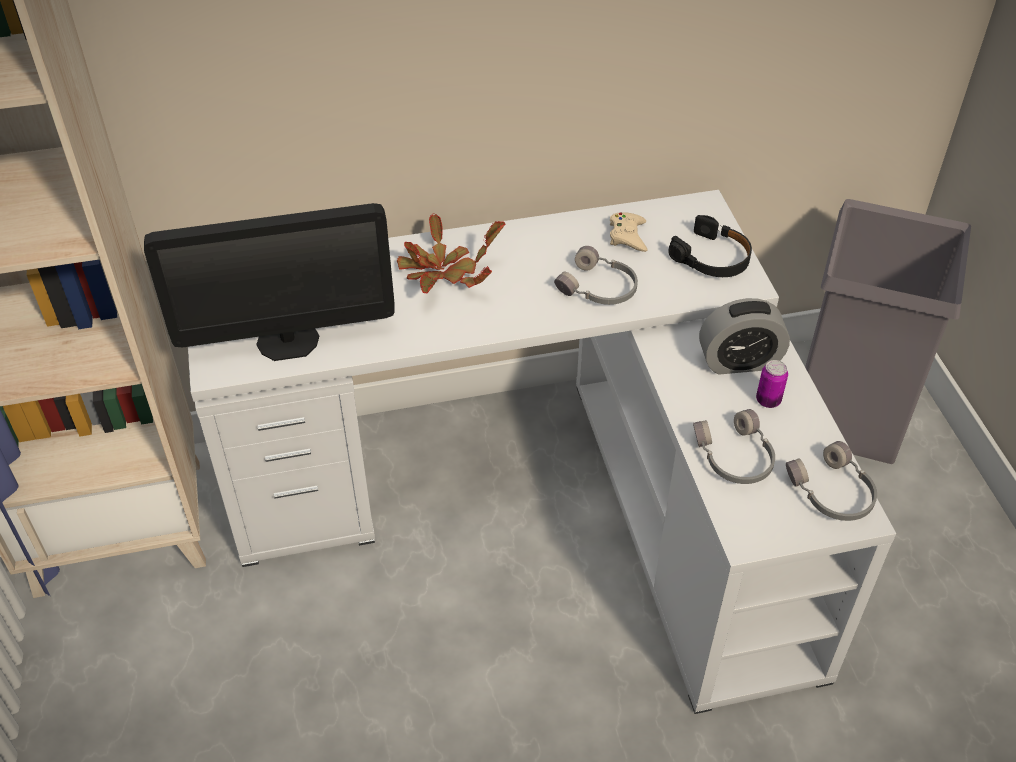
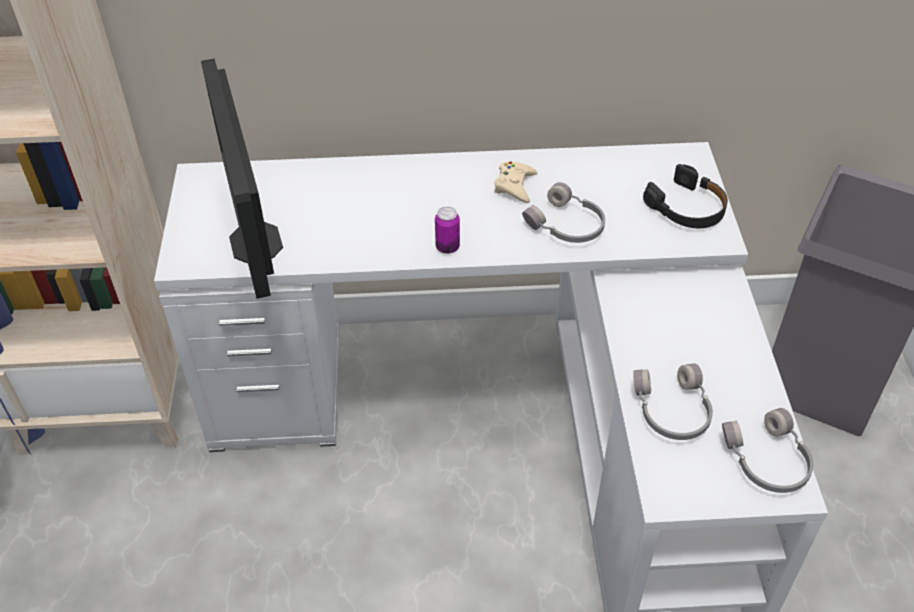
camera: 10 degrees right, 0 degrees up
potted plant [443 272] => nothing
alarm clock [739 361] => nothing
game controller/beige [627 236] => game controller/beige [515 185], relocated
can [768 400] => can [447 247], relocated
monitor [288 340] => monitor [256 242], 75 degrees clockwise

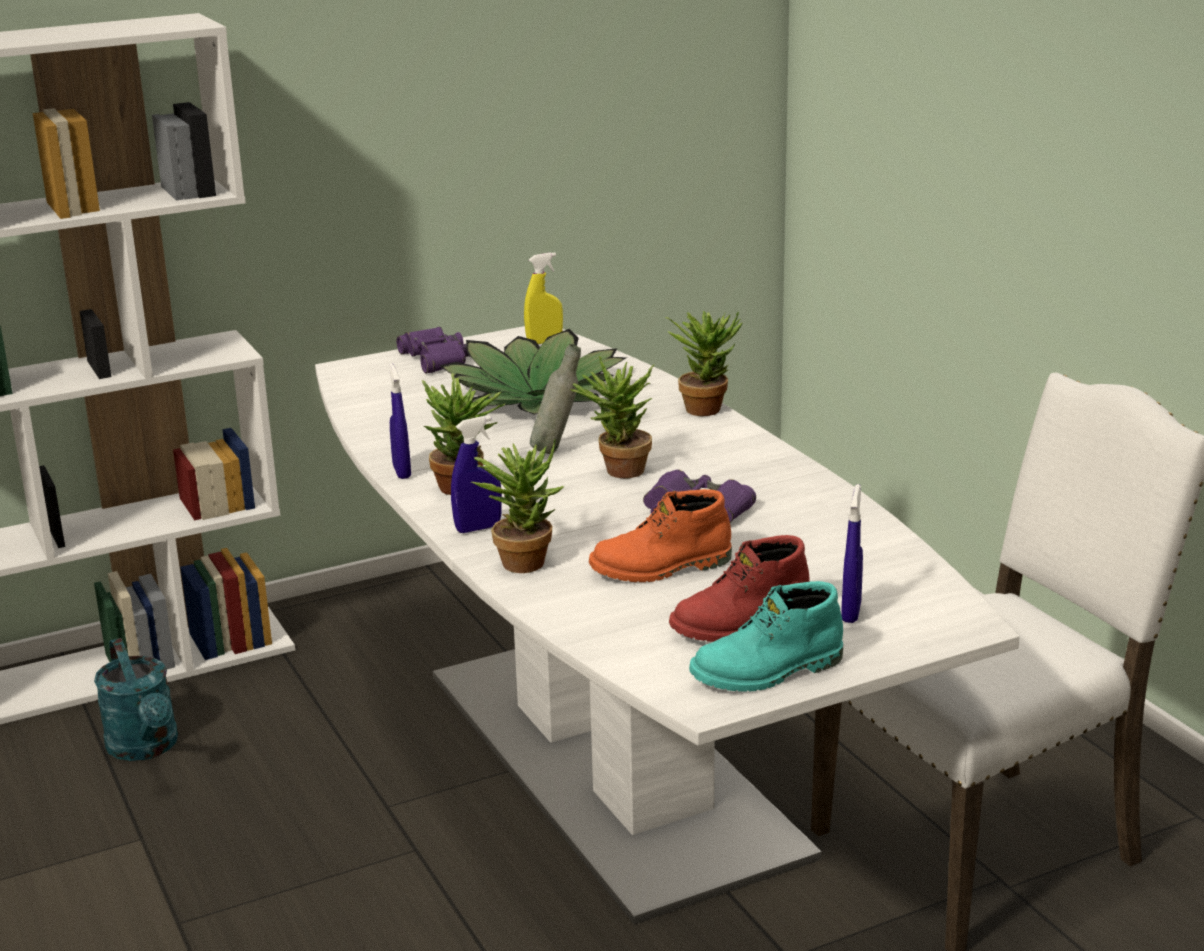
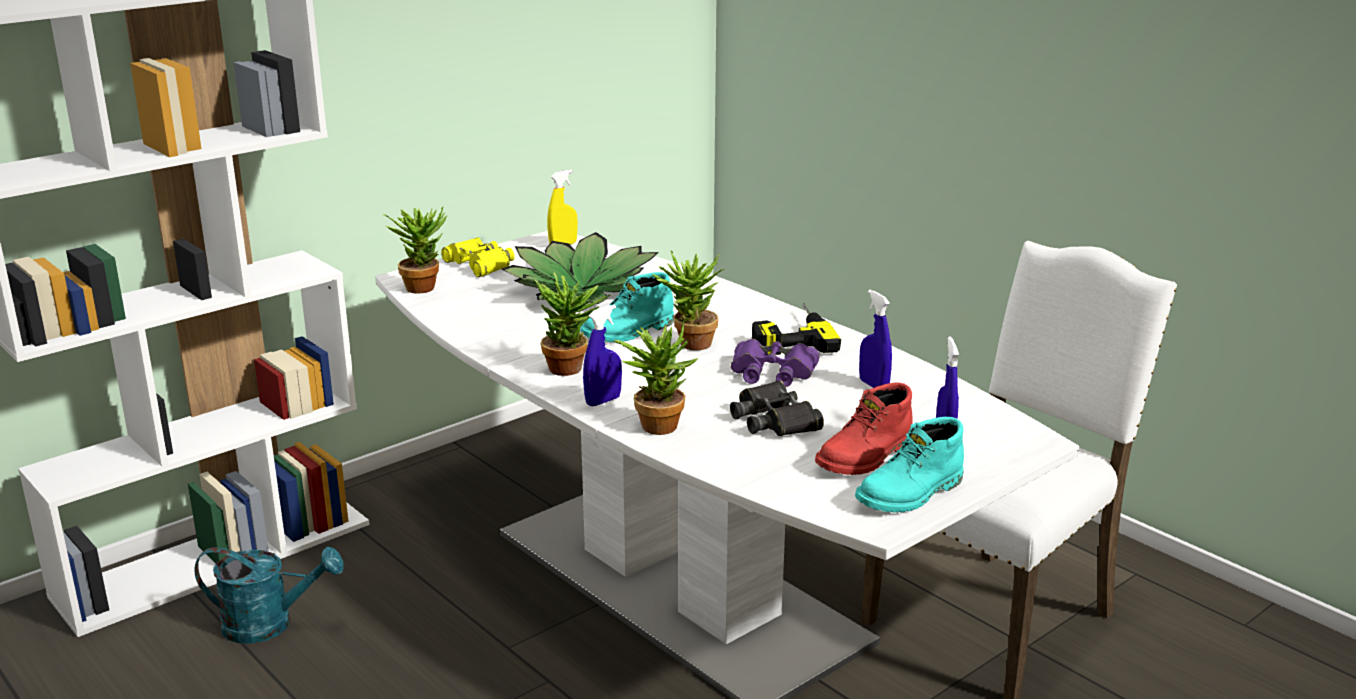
camera: 15 degrees left, 0 degrees up
nothing => power drill [789 336]
spray bottle/blue [402 472] => spray bottle/blue [873 385], relocated
potted plant [706 407] => potted plant [423 286], relocated
bottle/grey [557 450] => boot/turquoise [629 332]
boot/orange [661 568] => binoculars/black [774 420]
binoculars/purple [436 359] => binoculars/yellow [480 264]
watering can/turquoise [146 748] => watering can/turquoise [270 624], 45 degrees counterclockwise

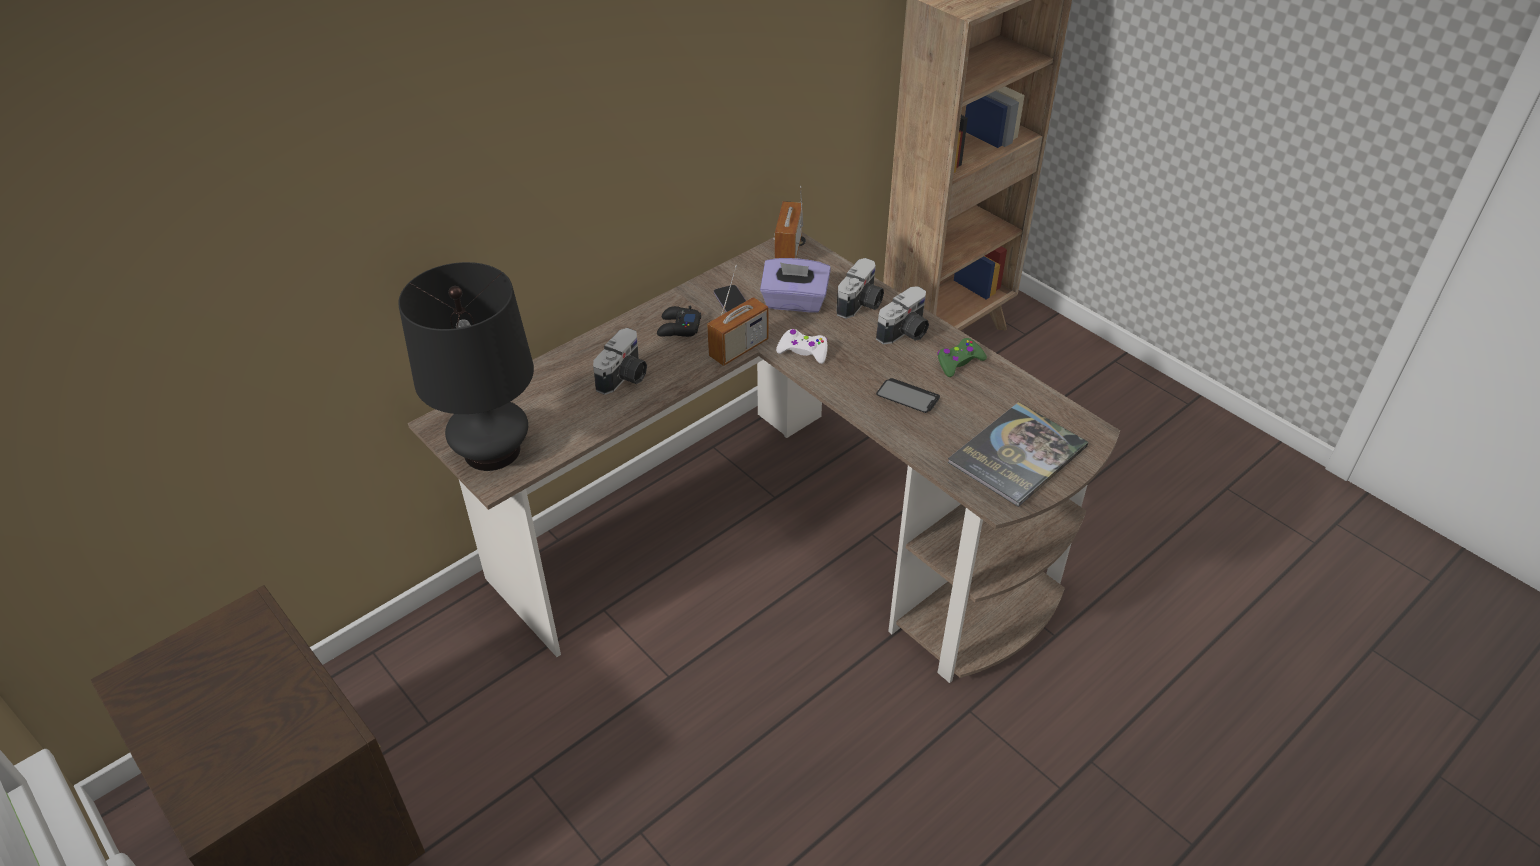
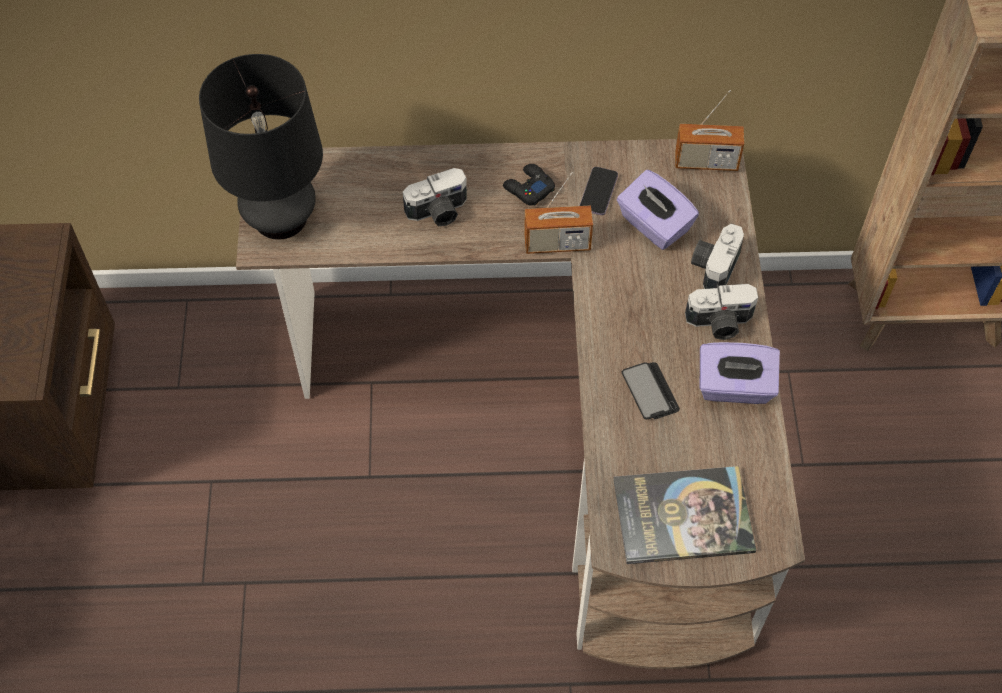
camera: 40 degrees right, 15 degrees up
game controller/white [803 351] => nothing
game controller/green [959 362] => tissue box/purple [734 387]
radio [788 250] => radio [706 162], 135 degrees counterclockwise
photo camera [862 304] => photo camera [712 266], 135 degrees clockwise

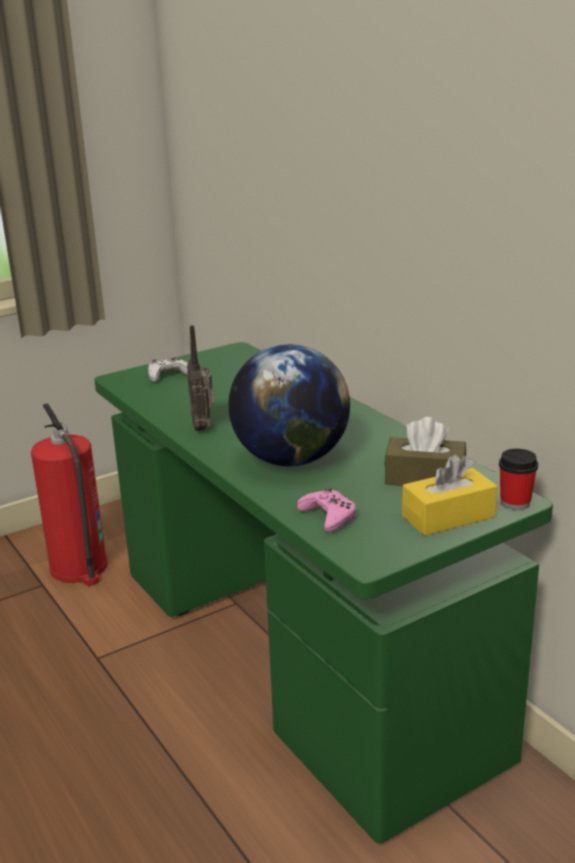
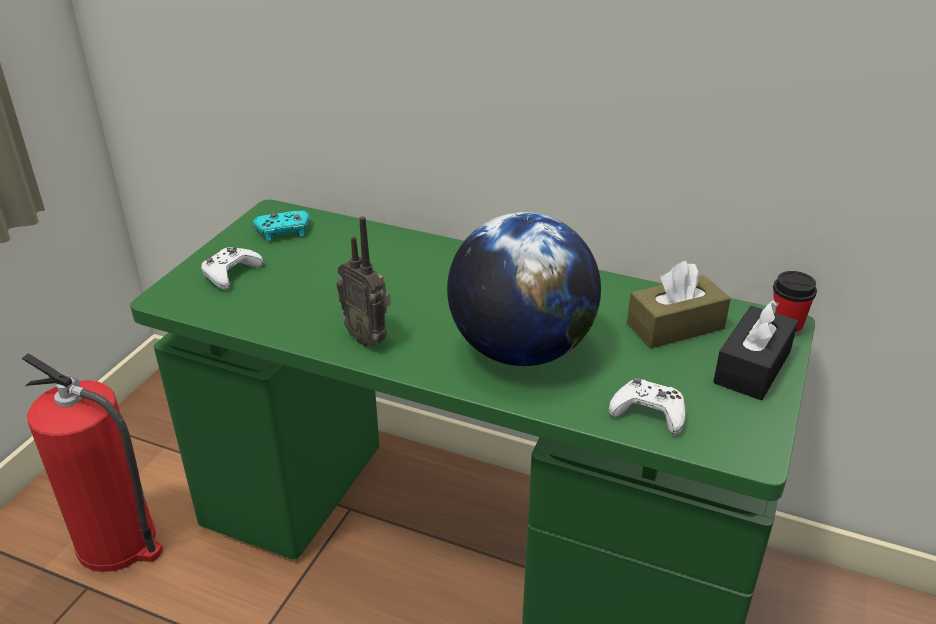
camera: 35 degrees left, 10 degrees up
nothing => game controller/turquoise [283 231]
game controller/pink [328 516] => game controller/white [649 412]
tissue box/yellow [448 516] => tissue box/black [752 367]

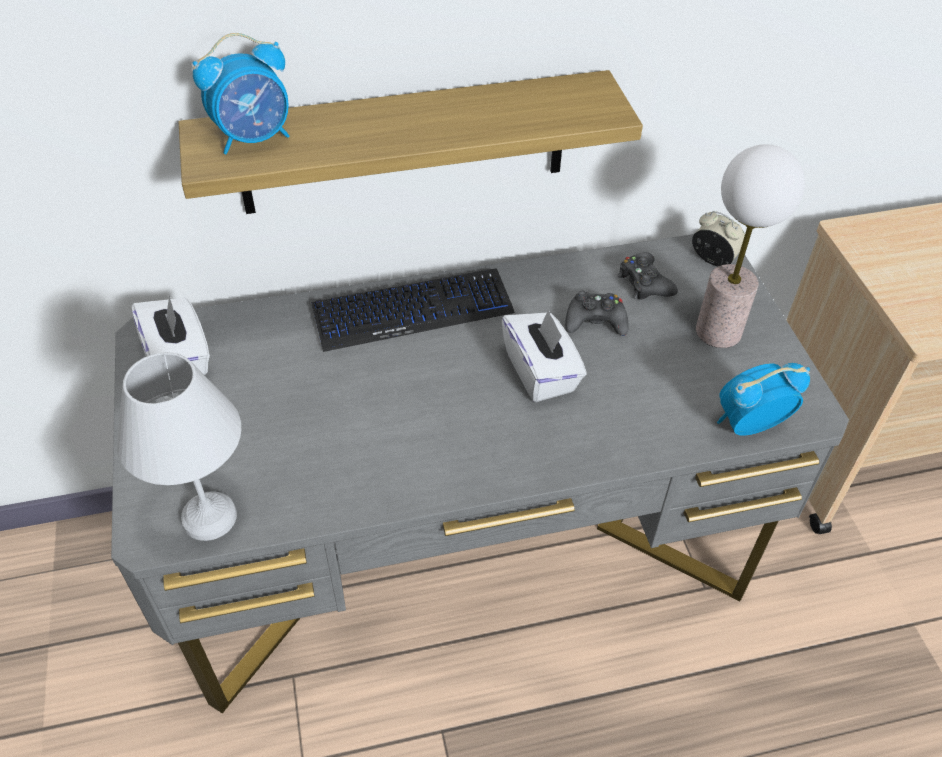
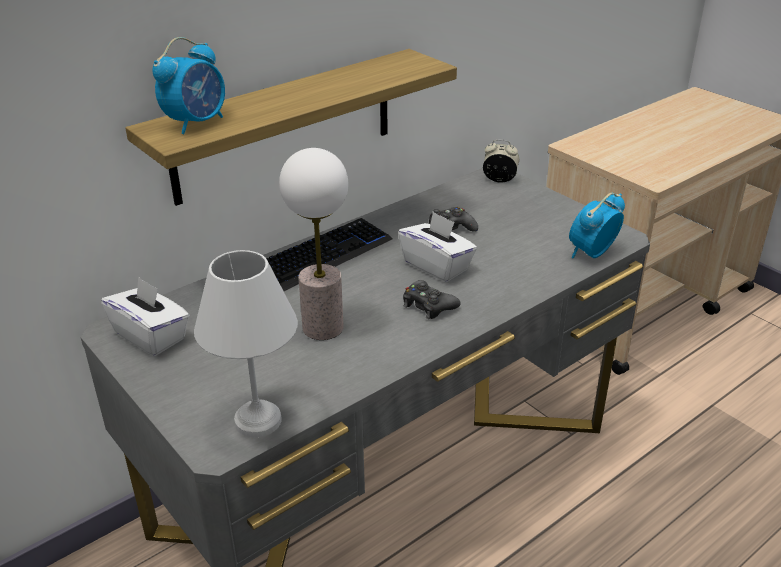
camera: 25 degrees left, 15 degrees down
game controller/black [644 283] => game controller/black [428 306], relocated
table lamp [717 331] => table lamp [322 327], relocated

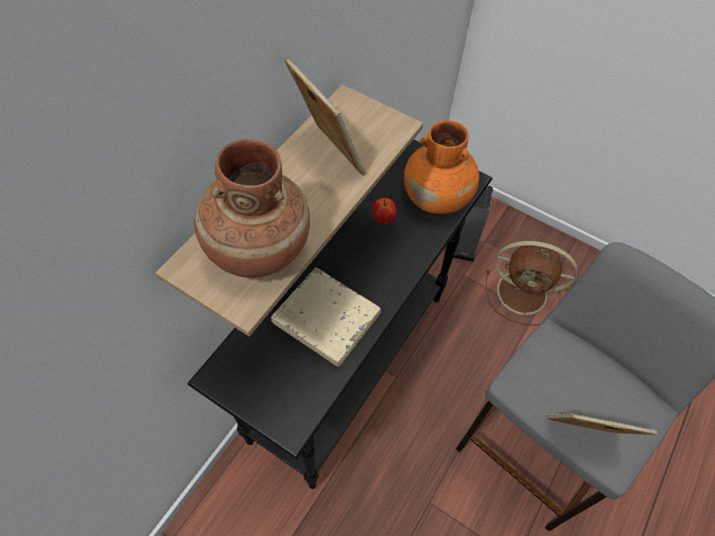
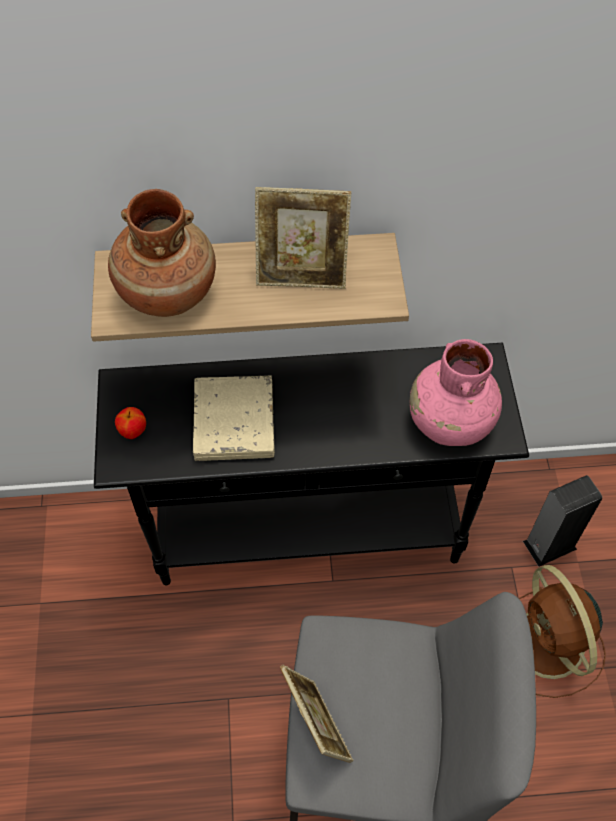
camera: 55 degrees right, 0 degrees up
apple [383 220] => apple [133 432], relocated
vase/orange [437 198] => vase/pink [449 422]
picture frame [327 154] => picture frame [302 274], 75 degrees clockwise

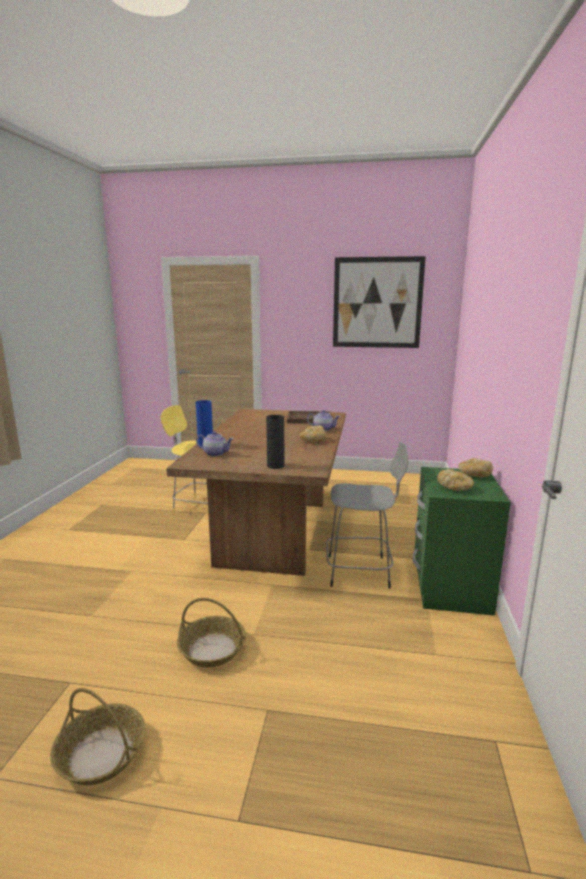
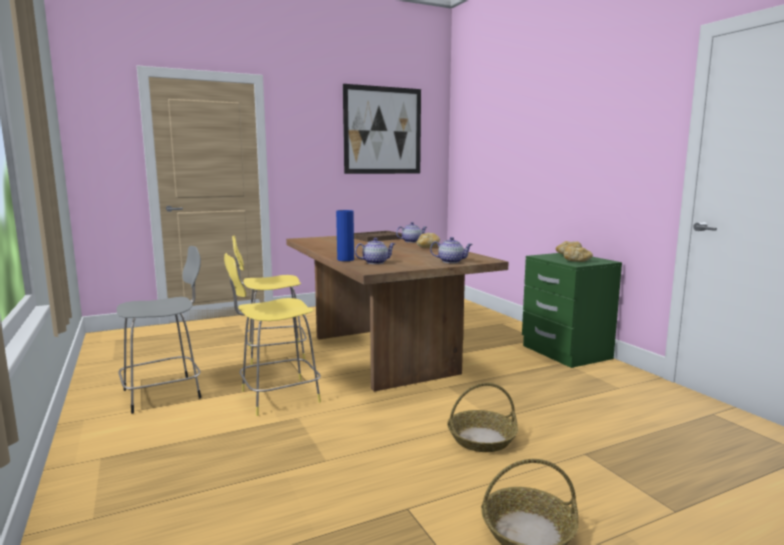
camera: 35 degrees left, 5 degrees down
nothing => stool/yellow [276 397]
stool/grey [361 571] => stool/grey [165 393], relocated
vase/black [275 466] => teapot [451 261]

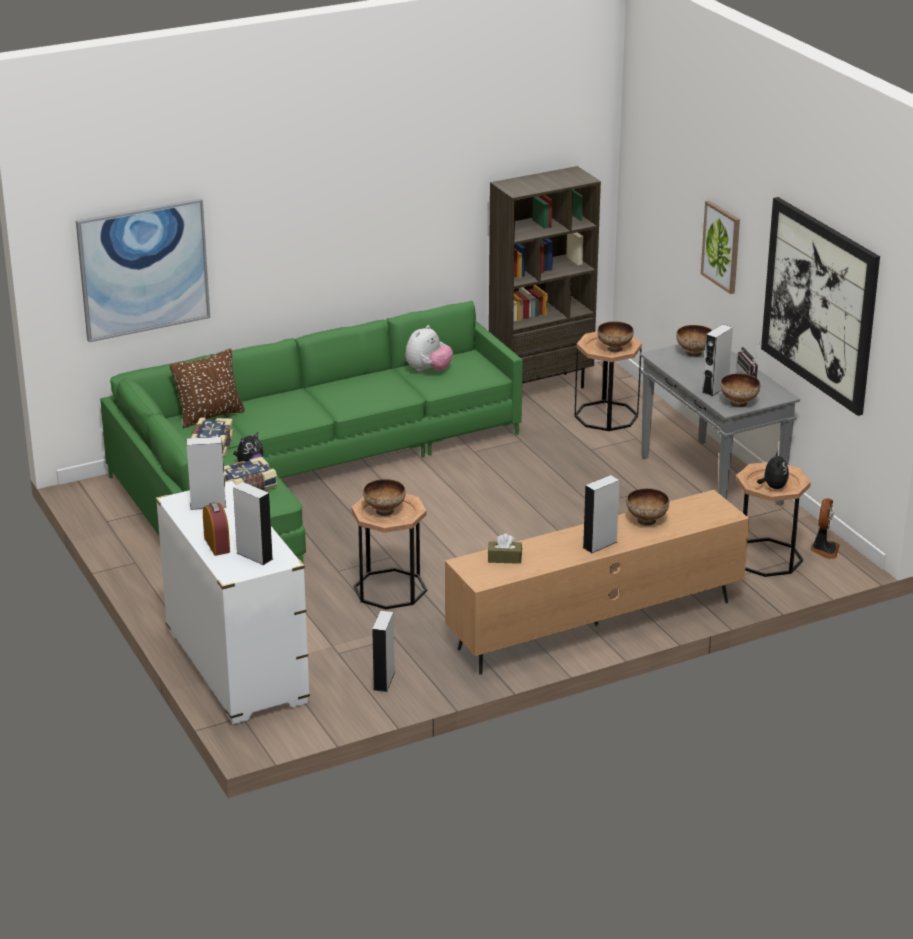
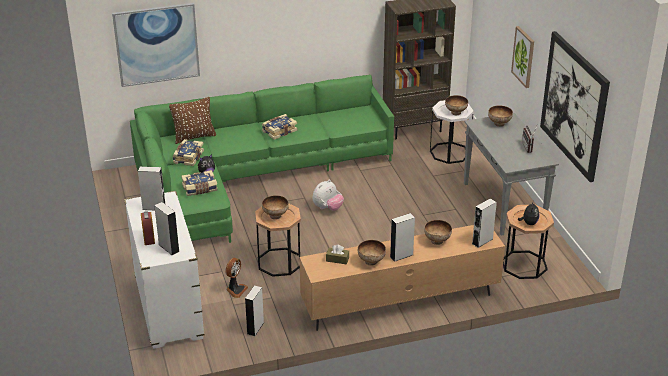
camera: 10 degrees right, 5 degrees up
nothing => book [279 131]
plush toy [428 370] => plush toy [327 208], relocated
speaker/grey [715 389] => speaker/grey [482 241], relocated
bowl [739 403] => bowl [371 262], relocated
fan [824 549] => fan [235 290], relocated
side table/brown [606 416] => side table/white [449 153]

